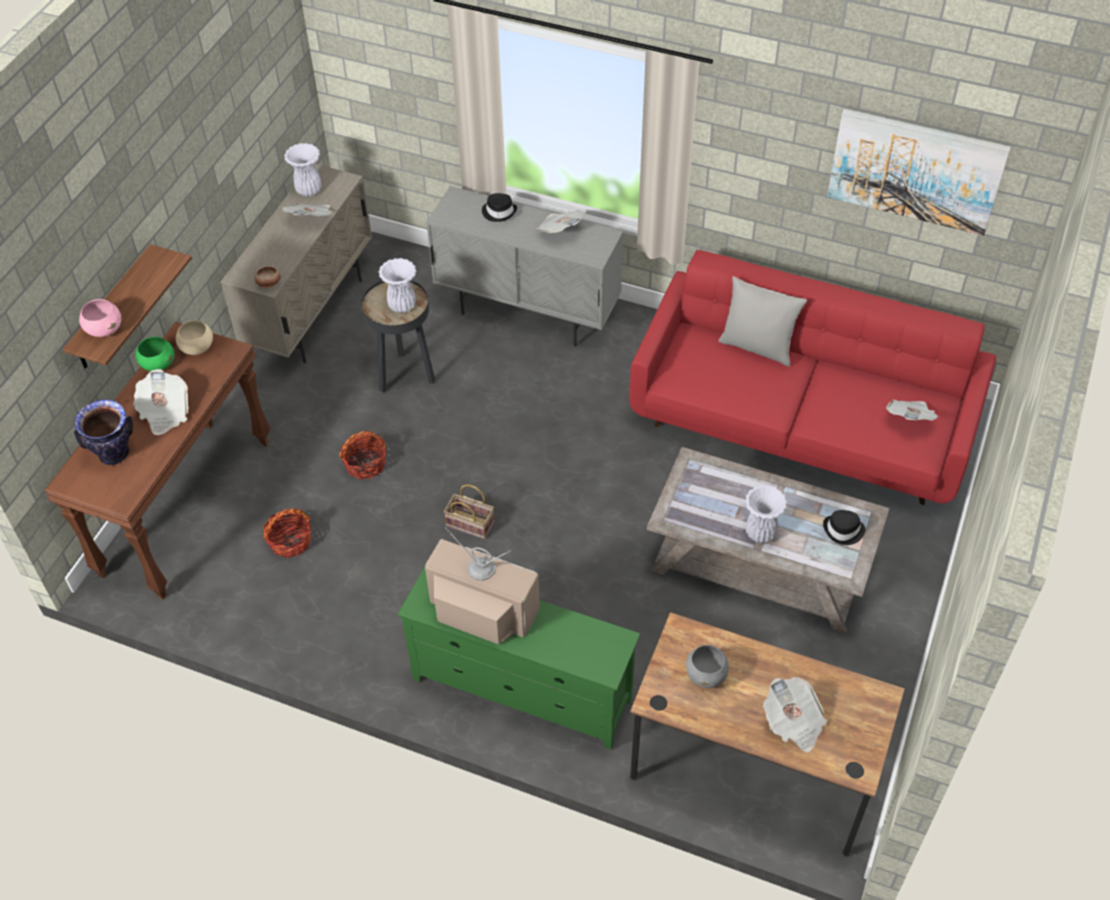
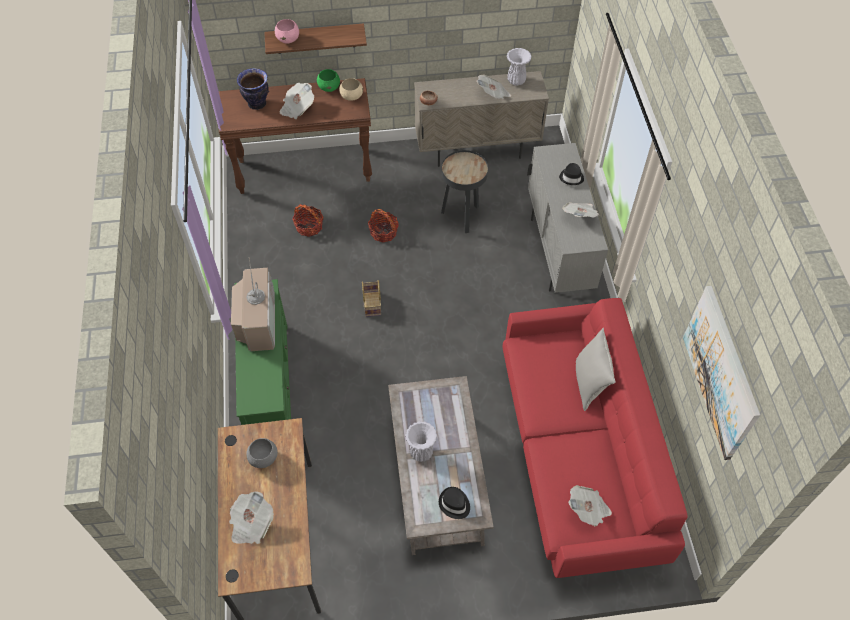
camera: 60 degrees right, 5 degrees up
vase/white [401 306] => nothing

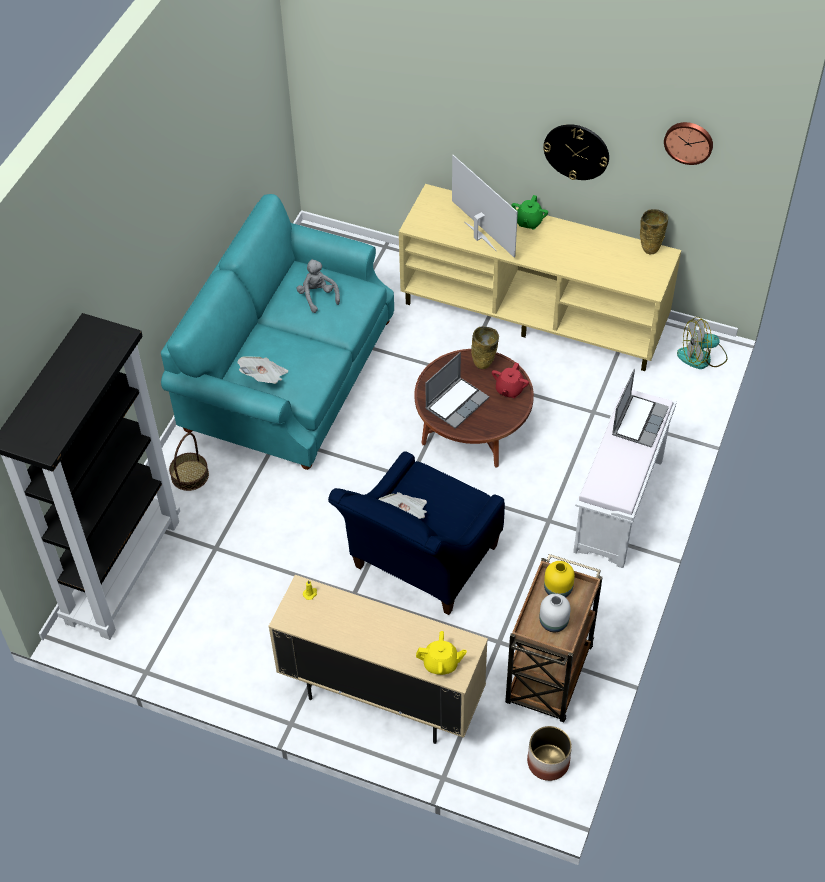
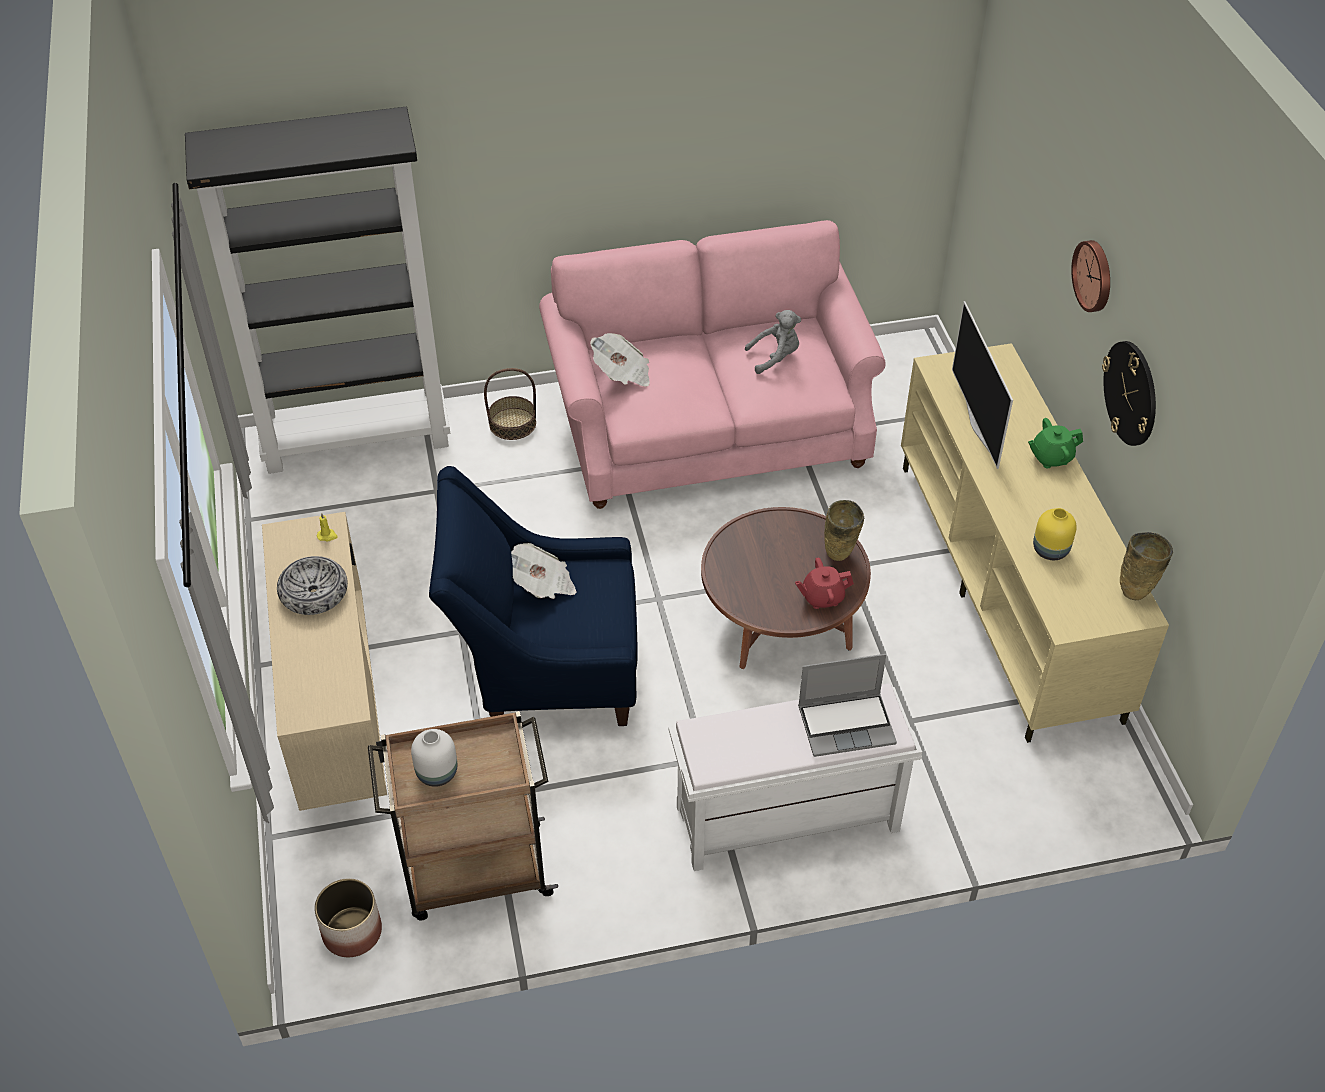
camera: 55 degrees right, 5 degrees down
teapot/yellow [441 663] => nothing
laptop [456 403] => nothing
fan [702 357] => nothing
nothing => bowl [314 592]
vase/yellow [558 590] => vase/yellow [1050 551], relocated
wall clock [689 141] => wall clock [1094 275], relocated
sofa/turquoise [288 374] => sofa/pink [711 427]
plush toy/grey [317 296] => plush toy/grey [775 357], 45 degrees clockwise
television [479 237] => television [979 426], 150 degrees clockwise

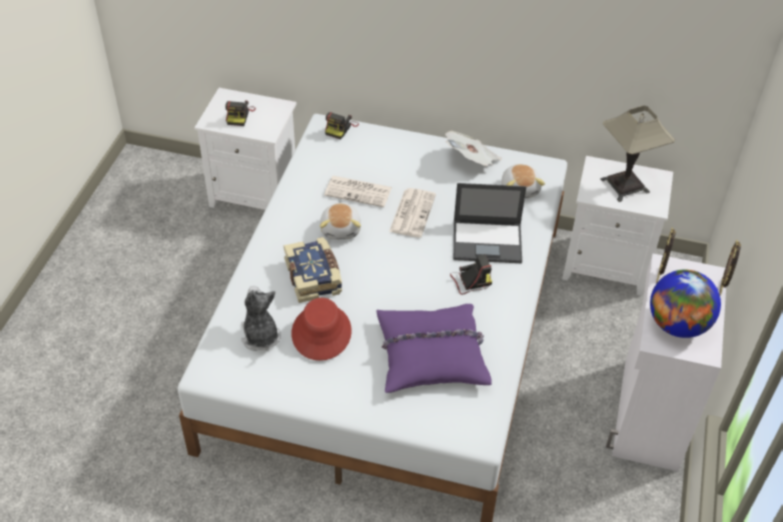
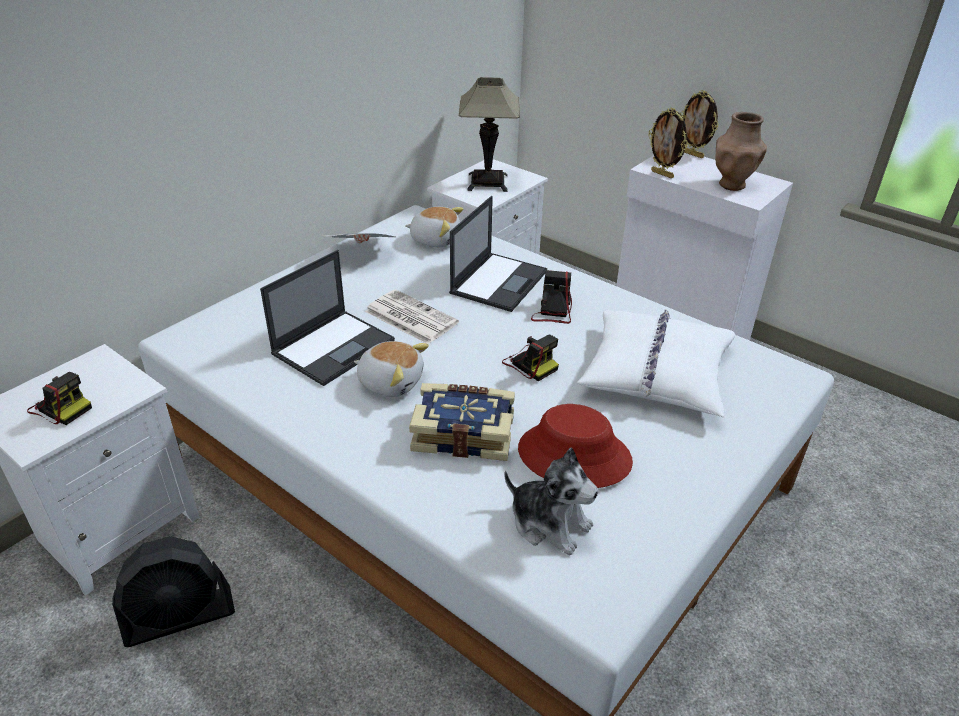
camera: 65 degrees left, 10 degrees down
nothing => fan/black [180 617]
photo camera [340 128] => photo camera [530 364], relocated
newspaper [359 191] => laptop [334 346]
globe [677 325] => vase/brown [732 184]
pillow/purple [431 355] => pillow/white [656 372]
plush toy [260 336] => plush toy [549 523], 150 degrees counterclockwise

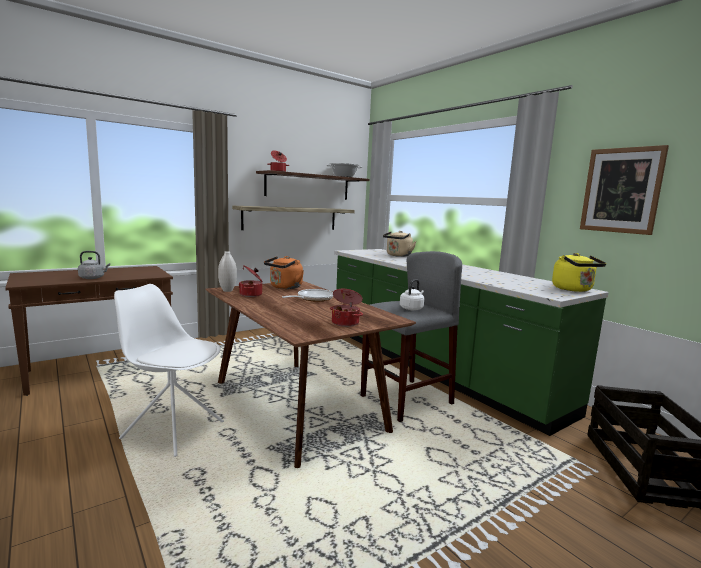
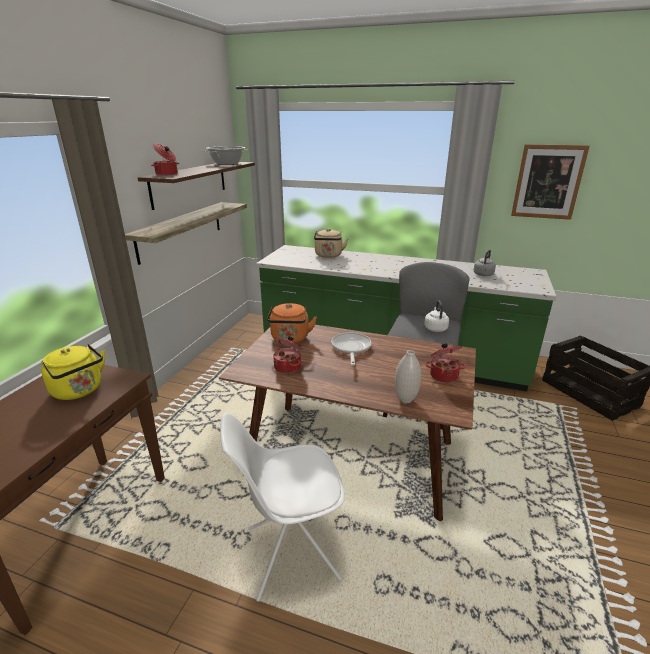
camera: 35 degrees left, 15 degrees up
kettle/grey [93 278] => kettle/grey [483 274], relocated
vase/white [227 290] => vase/white [405 400], relocated
kettle/yellow [574 290] => kettle/yellow [79 391], relocated

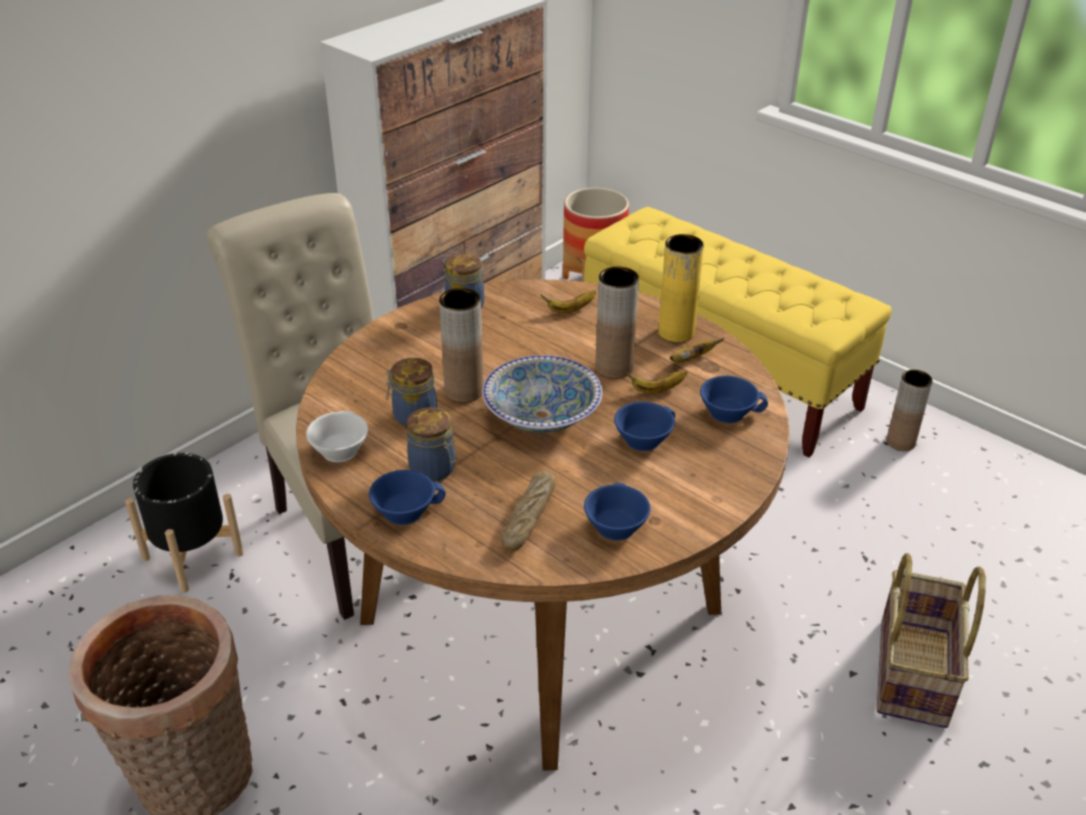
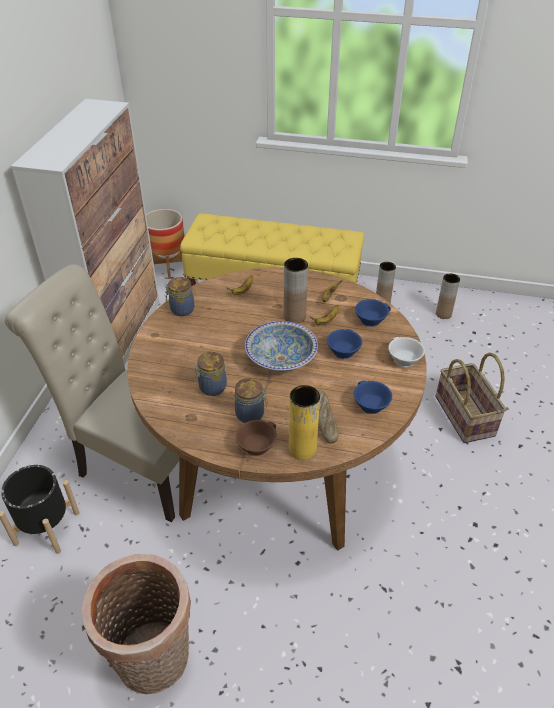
camera: 30 degrees left, 5 degrees up
cup/white [338 449] => cup/white [402 359], relocated
vase/brown [464 391] => vase/brown [443 314], relocated
vase/yellow [676 332] => vase/yellow [302 449], relocated
cup/blue [405 509] => cup/brown [256 445]

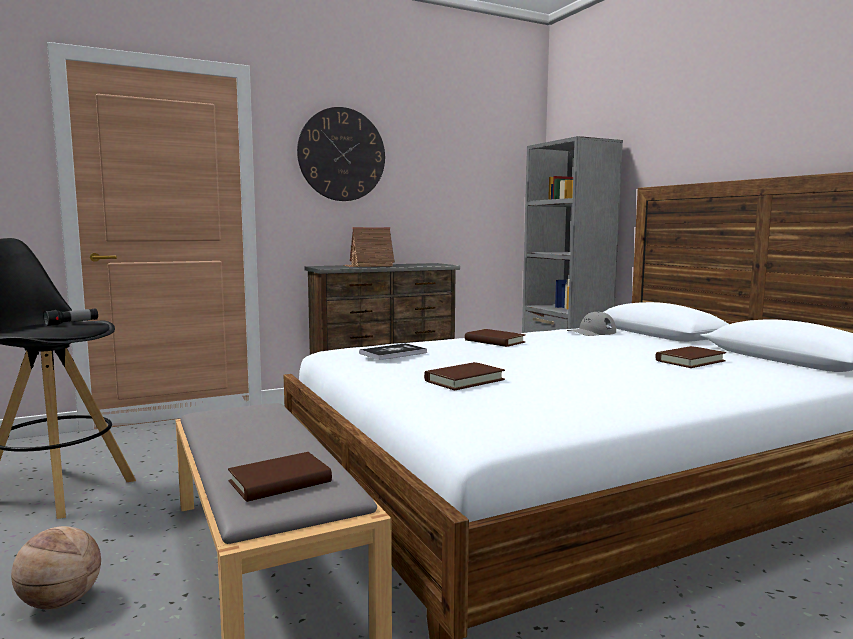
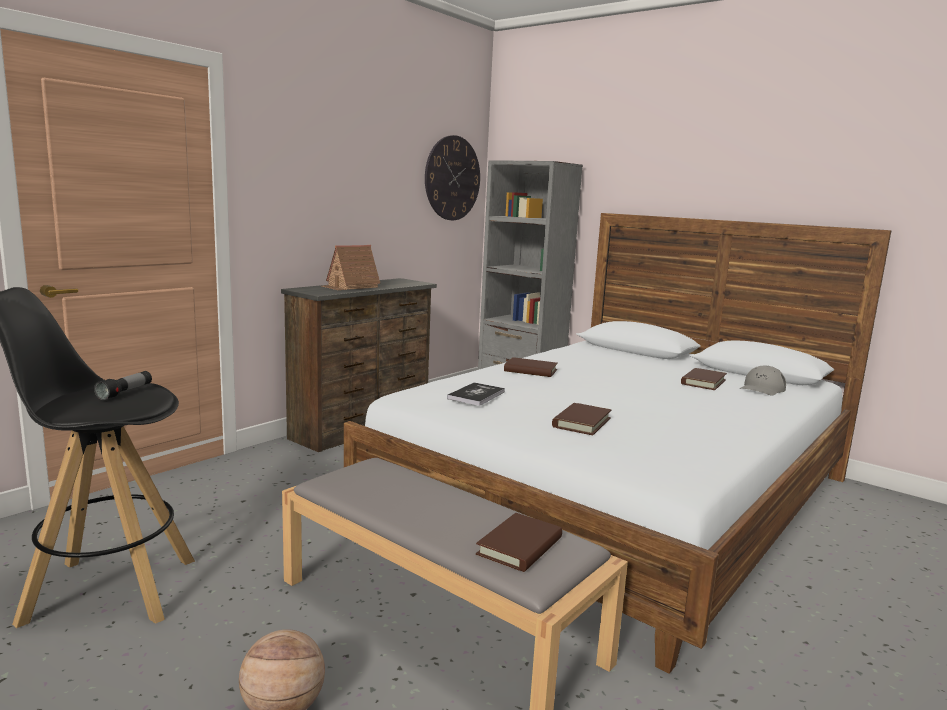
camera: 25 degrees left, 5 degrees up
wall clock [341 154] => wall clock [452 178], relocated
cap/grey [591 332] => cap/grey [762 388], relocated

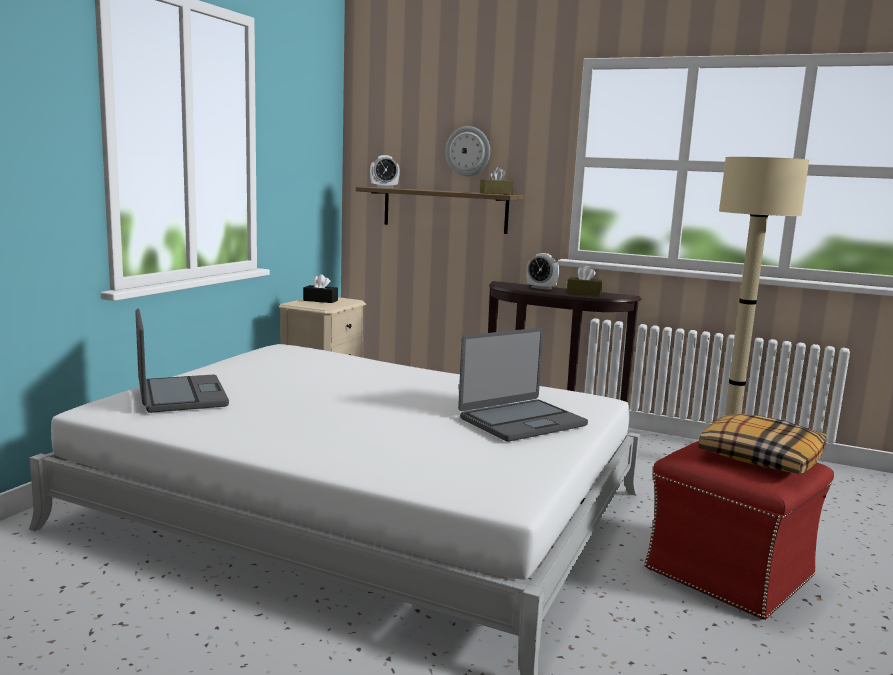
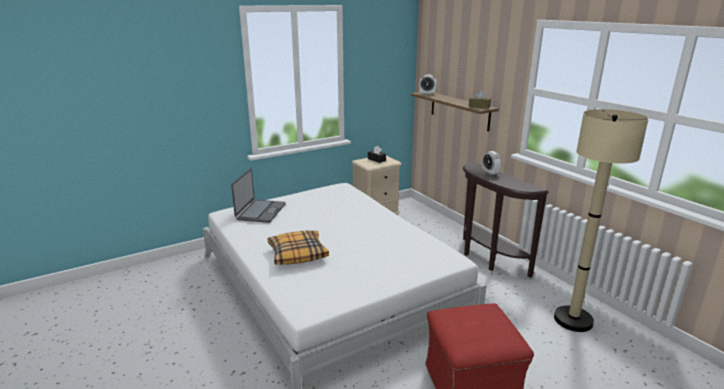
camera: 35 degrees right, 10 degrees up
wall clock [468 151] => nothing
laptop [521 421] => nothing
tissue box/brown [584 293] => nothing
pillow [759 457] => pillow [297 254], relocated

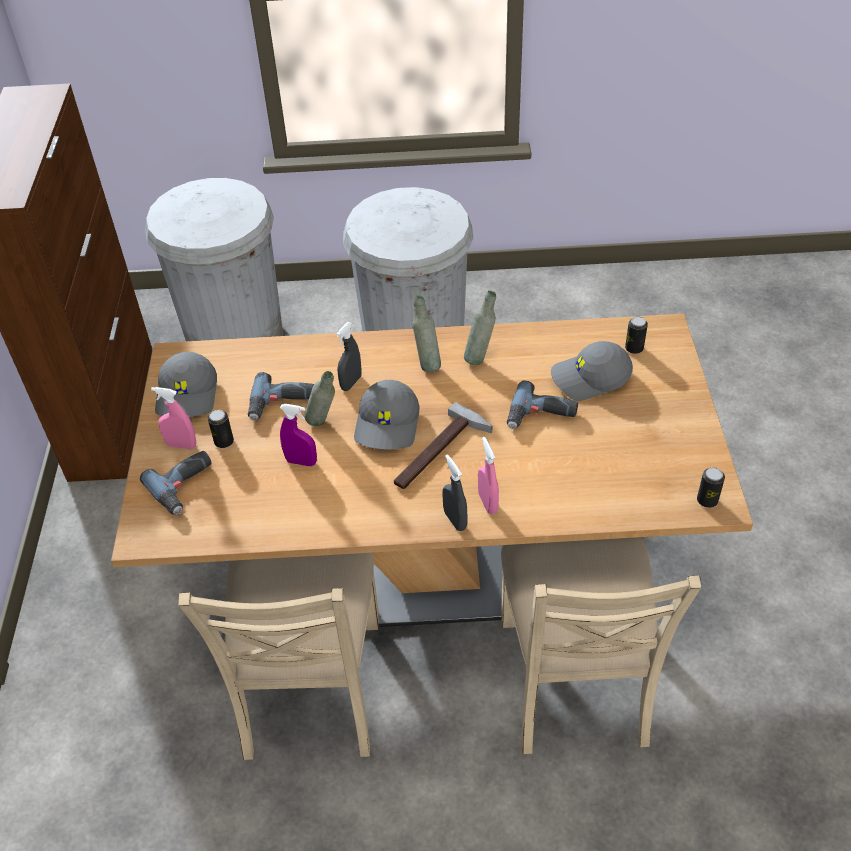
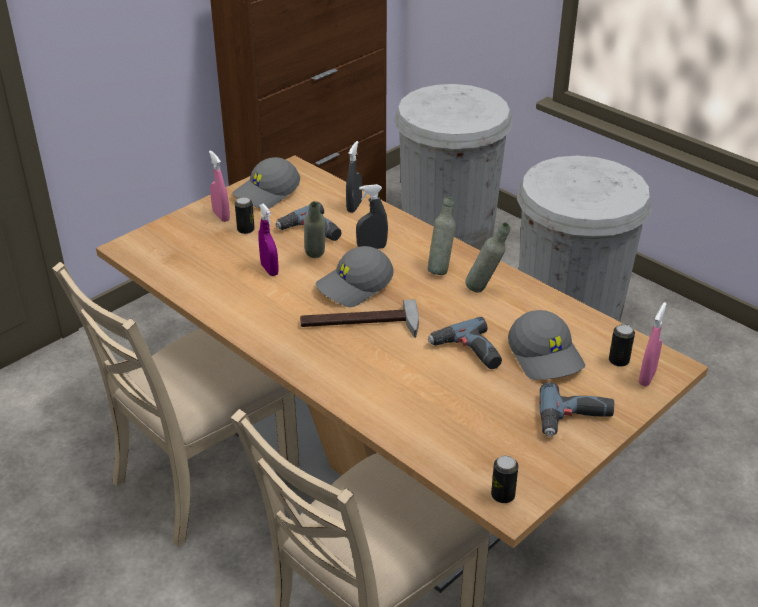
camera: 45 degrees right, 10 degrees down
power drill [186 486] => power drill [575 420], relocated
spray bottle/grey [455 520] => spray bottle/grey [354 206], relocated
spray bottle/pink [487 503] => spray bottle/pink [647 377], relocated
cap/grey [590 379] => cap/grey [546 356], 150 degrees counterclockwise

